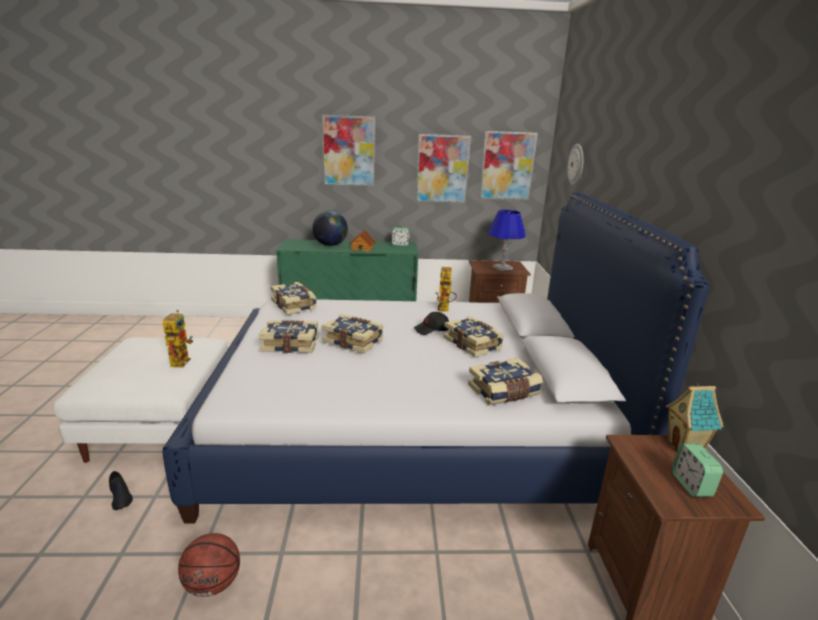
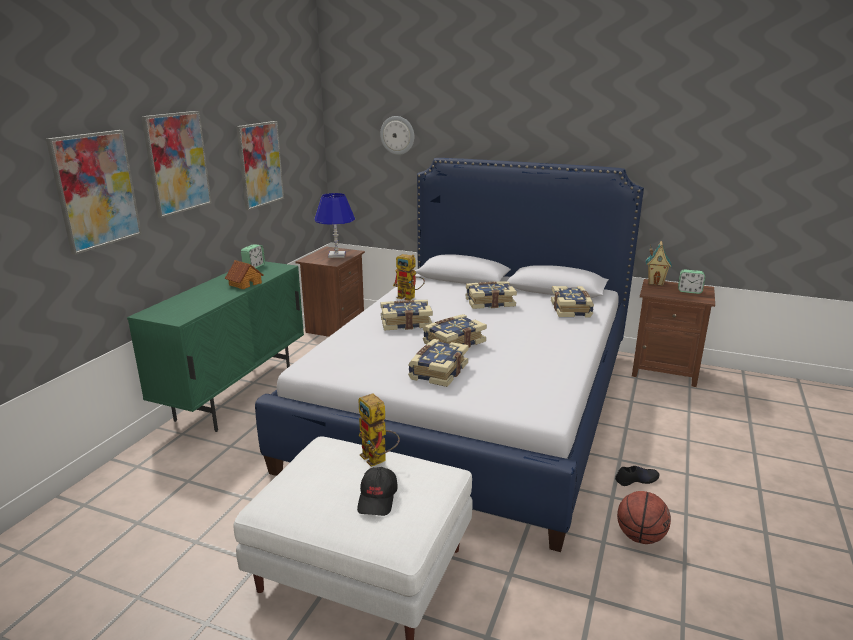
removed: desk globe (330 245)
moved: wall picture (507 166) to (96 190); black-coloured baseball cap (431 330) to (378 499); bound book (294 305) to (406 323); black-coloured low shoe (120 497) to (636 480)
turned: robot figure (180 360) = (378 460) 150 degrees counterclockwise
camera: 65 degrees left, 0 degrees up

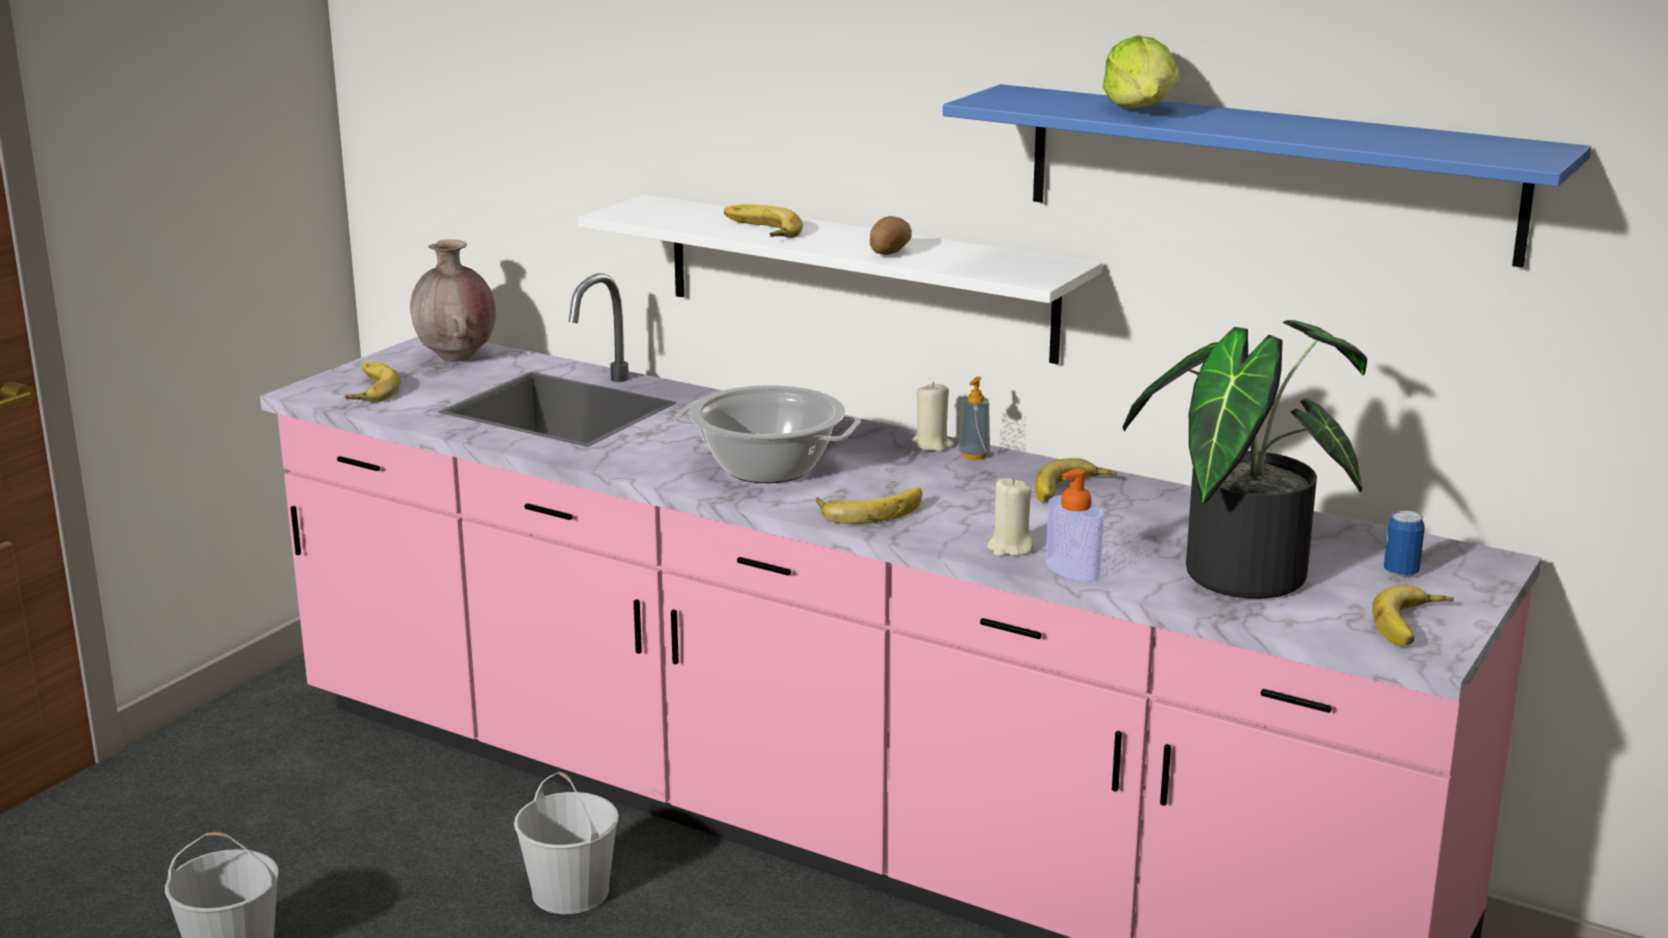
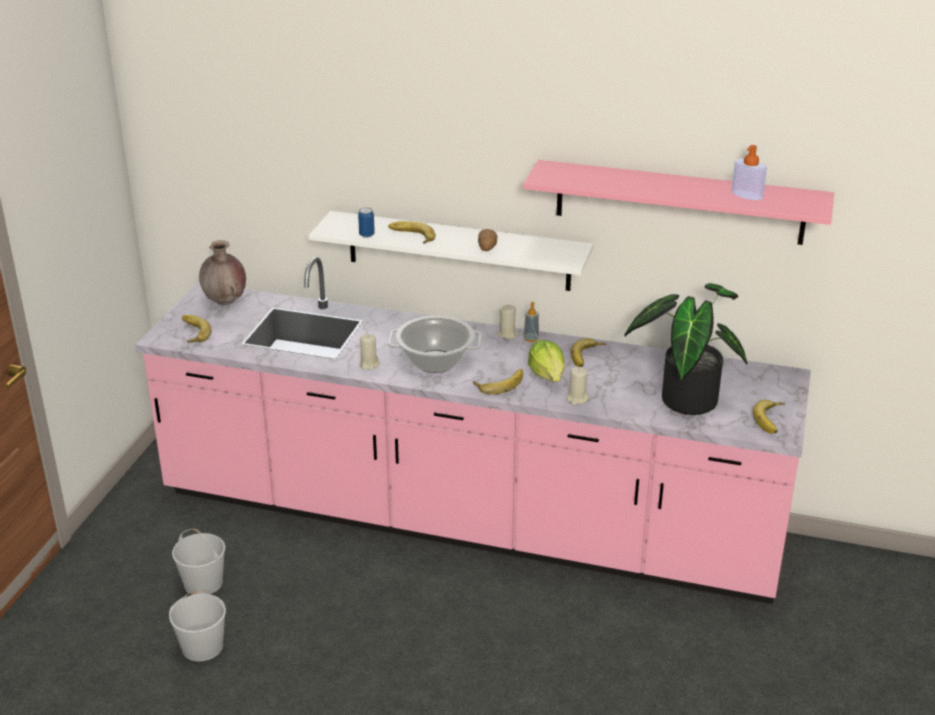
added: beige wax candle (369 364)
moved: whitish water bucket (572 892) to (204 583); metal can (1400 573) to (366 235); lettuce (1142 110) to (548 375); soap dispenser (1072 569) to (747 195)
recoloured: blue wall shelf (1268 172) to pinkish wall shelf (679 202)
camera: 15 degrees left, 10 degrees up

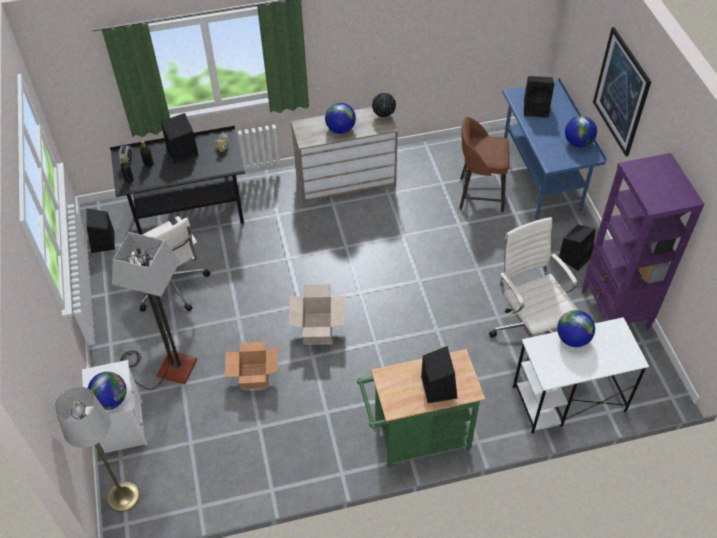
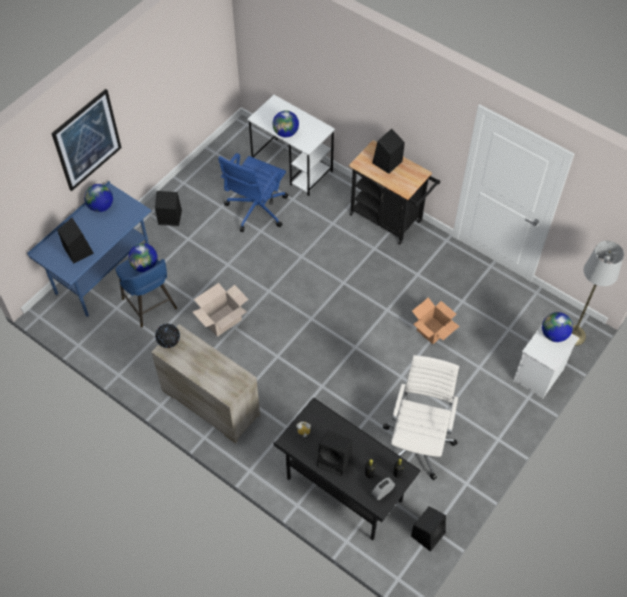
removed: standing lamp (166 368); purple-coloured bookshelf (615 310)
moved: desk globe (340 129) to (145 266); carton (317 328) to (222 320)
recoloured: brown stool seat (479 194) to blue stool seat (150 305); whitish desk chair (530 329) to blue desk chair (255 210); green-coloured wheeled cart (416 439) to black-coloured wheeled cart (389 220)
camera: 130 degrees left, 5 degrees up

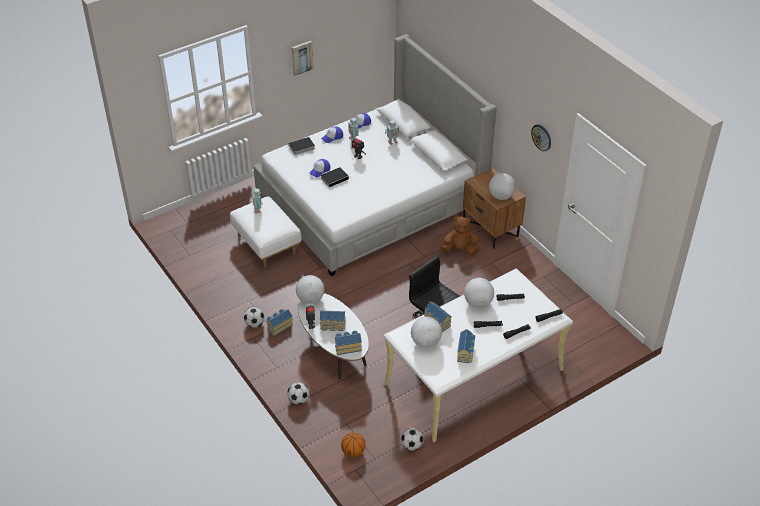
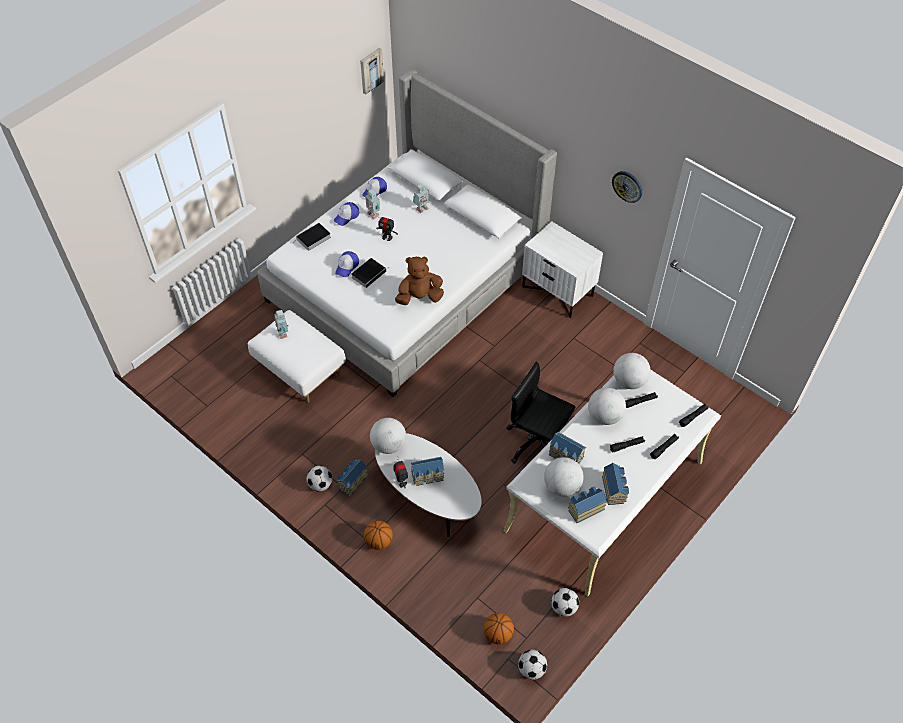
added: basketball ball (379 541)
moved: wall picture (301 57) to (370 70); brown plush toy (460 250) to (419 297); football ball (298 400) to (531 669); miniature house (347 347) to (585 508); desk globe (501 196) to (629 381)
recoloured: brown nightstand (491 228) to whitish nightstand (558 291)
camera: 15 degrees left, 10 degrees up

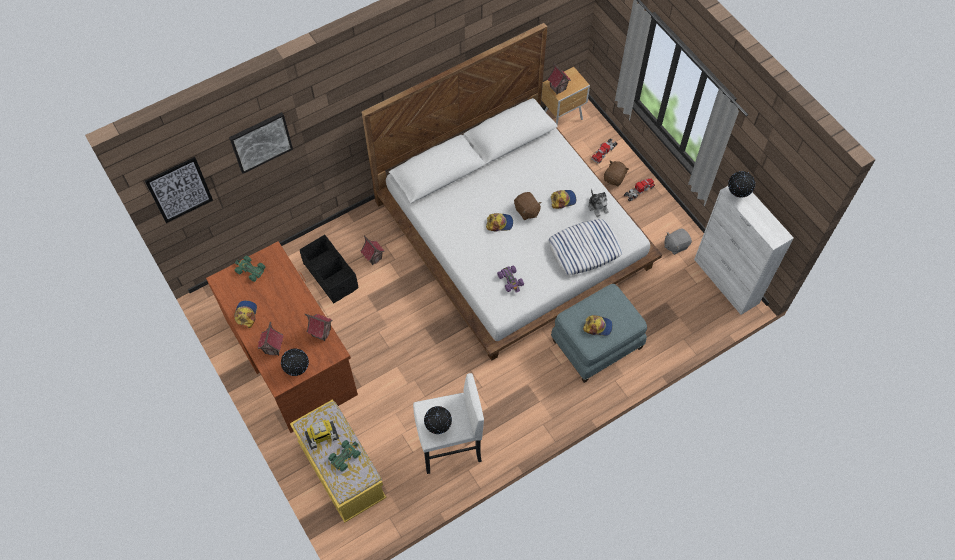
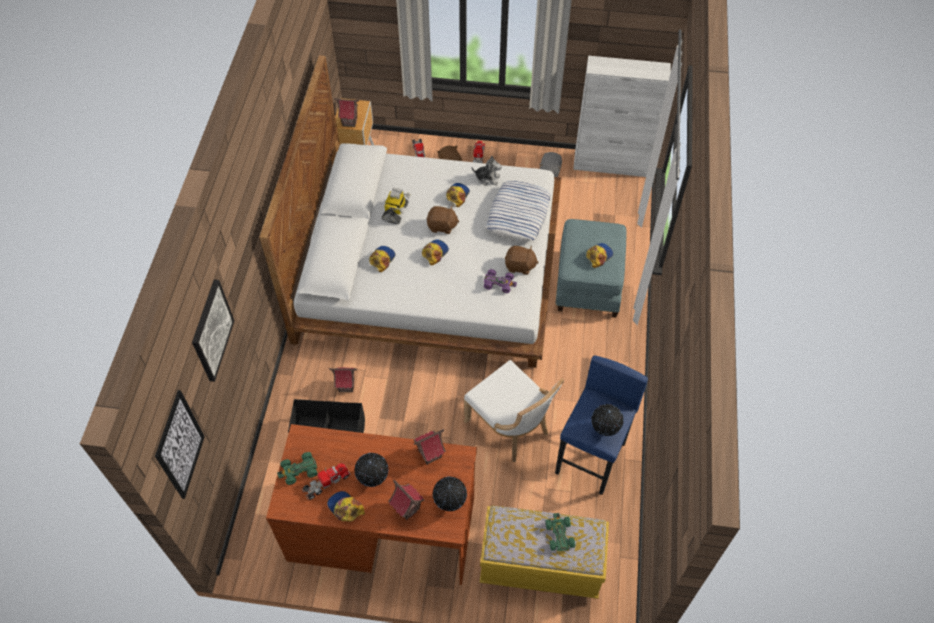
added: model truck (326 483); baseball cap (382 259); whitish upright chair (510 427); brown plush toy (520 266)
moved: desk globe (737 193) to (373 478); robot figure (322 437) to (396 212)
recoloured: whitish stool seat (450 447) to blue stool seat (591 458)
camera: 50 degrees left, 5 degrees down

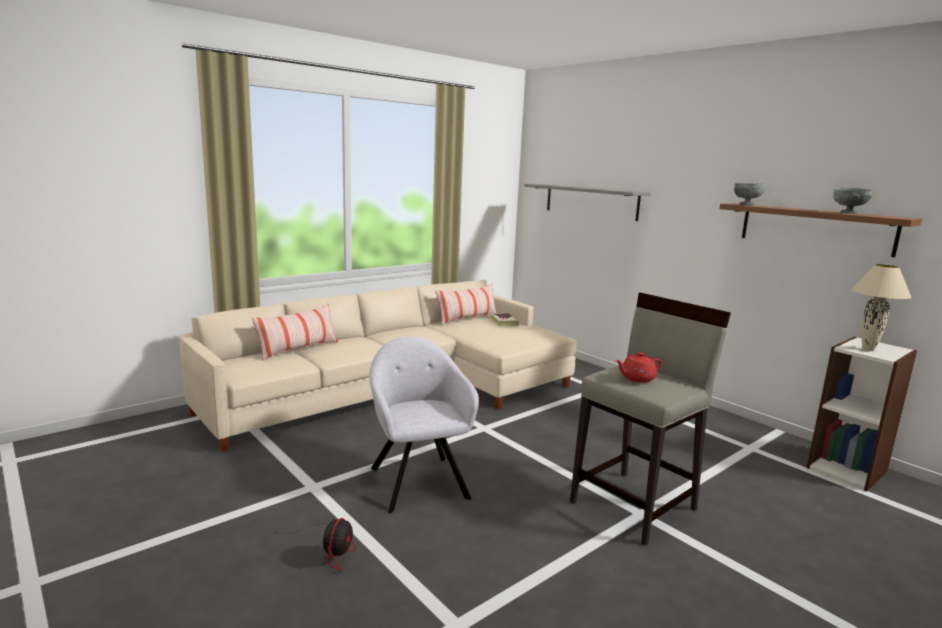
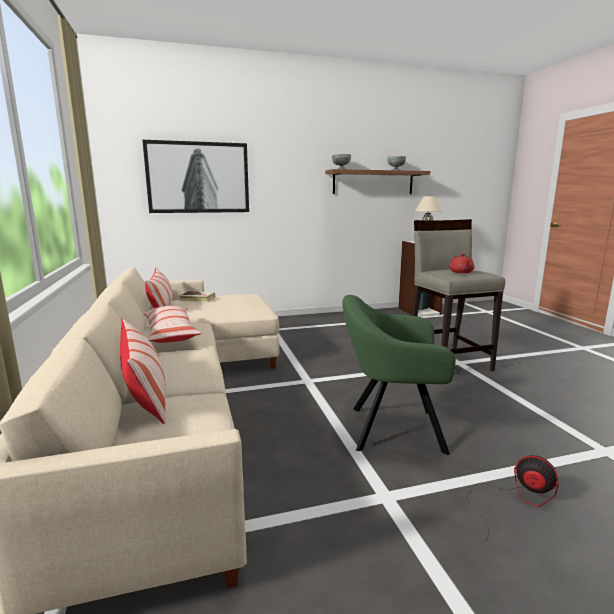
added: pillow (170 333)
replaced: grey wall shelf (590 201) to wall picture (198 177)
recoloured: grey easy chair (417 480) to green-coloured easy chair (391 429)
camera: 65 degrees left, 0 degrees up

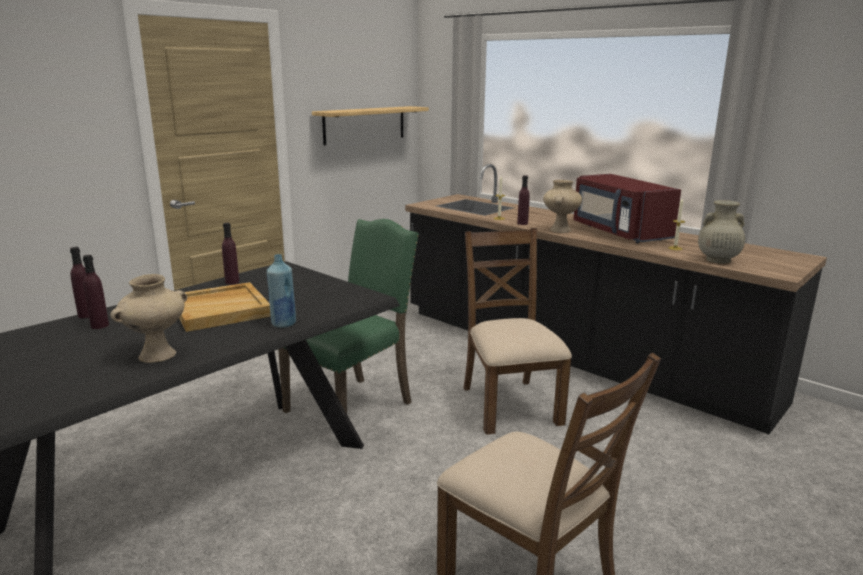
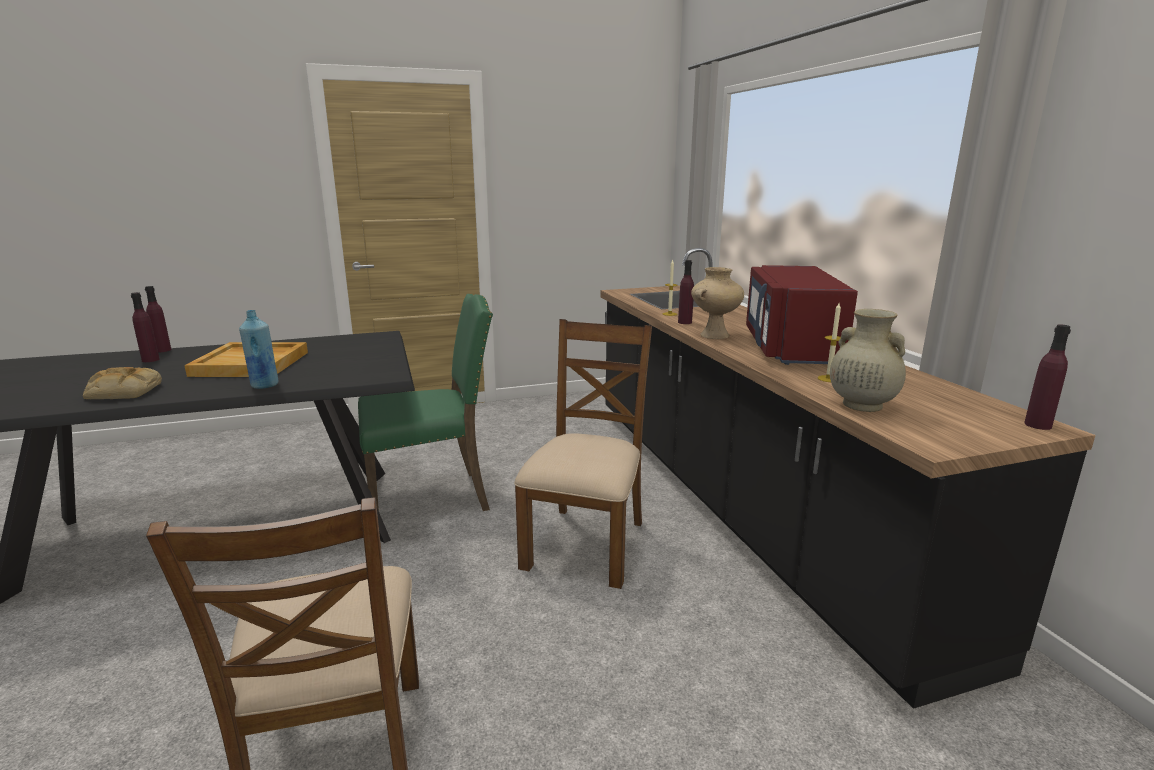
removed: wall shelf (364 125)
moved: purple-coloured drink bottle (232 282) to (1037 425)
replaced: beige decorative vase (157 356) to baked bread (123 392)
camera: 30 degrees right, 0 degrees up

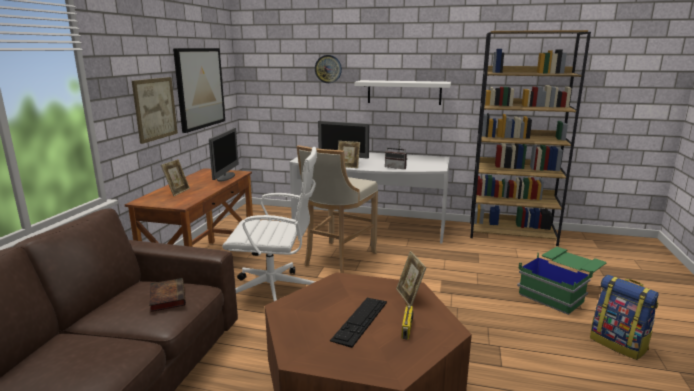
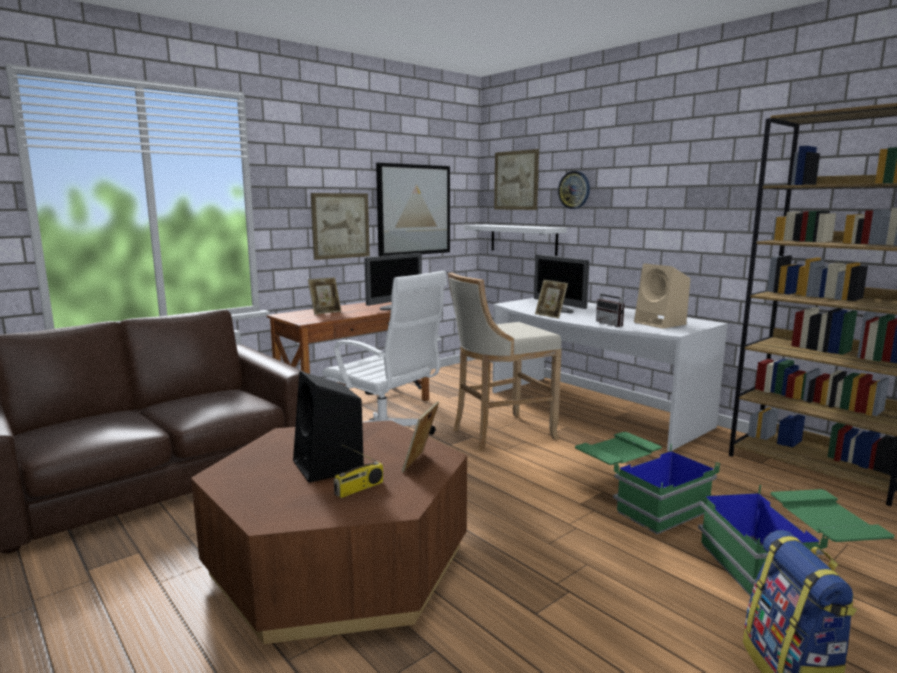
removed: bound book (167 297)
added: wall picture (516 180); green-coloured storage container (639 500); beige audio speaker (661 323)
moved: whitish wall shelf (404 92) to (523 239)
replaced: PC keyboard (360 320) to black-coloured audio speaker (329 466)
camera: 35 degrees right, 5 degrees down

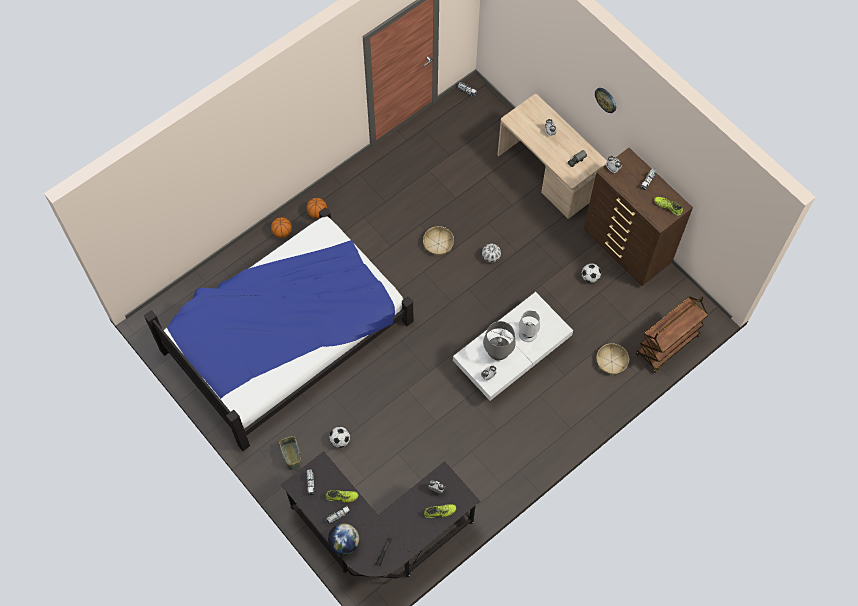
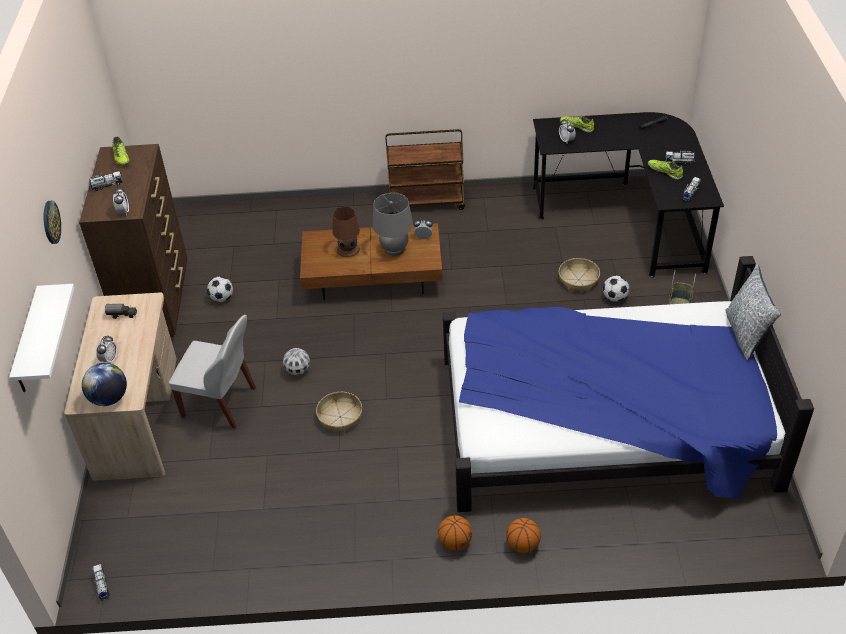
added: whitish wall shelf (28 342); whitish upright chair (221 403); pillow (746 334)
moved: desk globe (344 543) to (109 398); brown wheeled cart (667 346) to (426 202); storage basket (611 361) to (578 279)
recoloured: whitish lounge table (511 354) to brown lounge table (372 278); whitish tabletop lamp (527 333) to brown tabletop lamp (348 249)
camera: 140 degrees left, 20 degrees down

